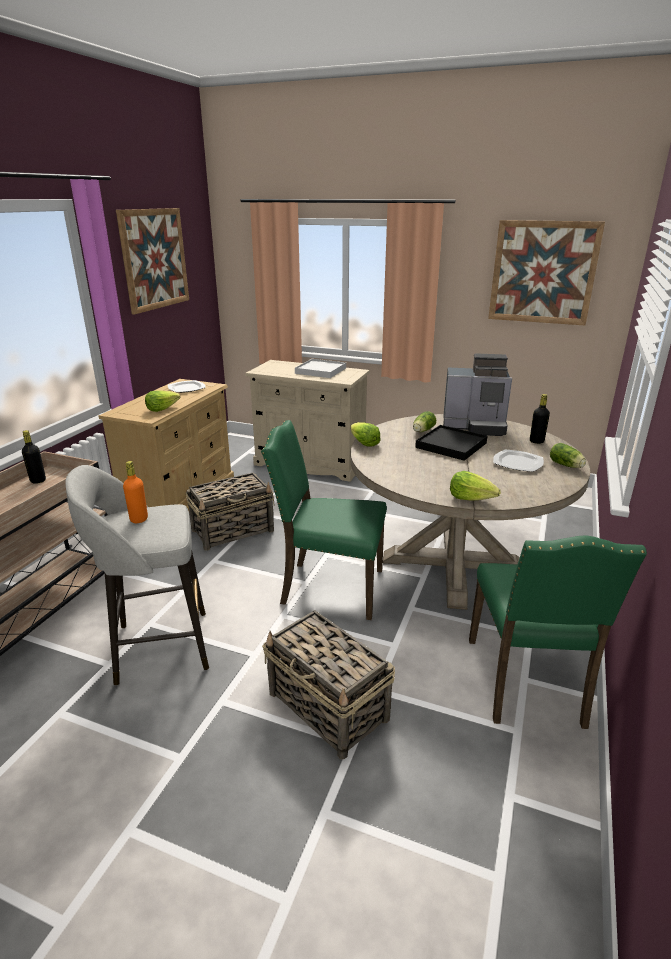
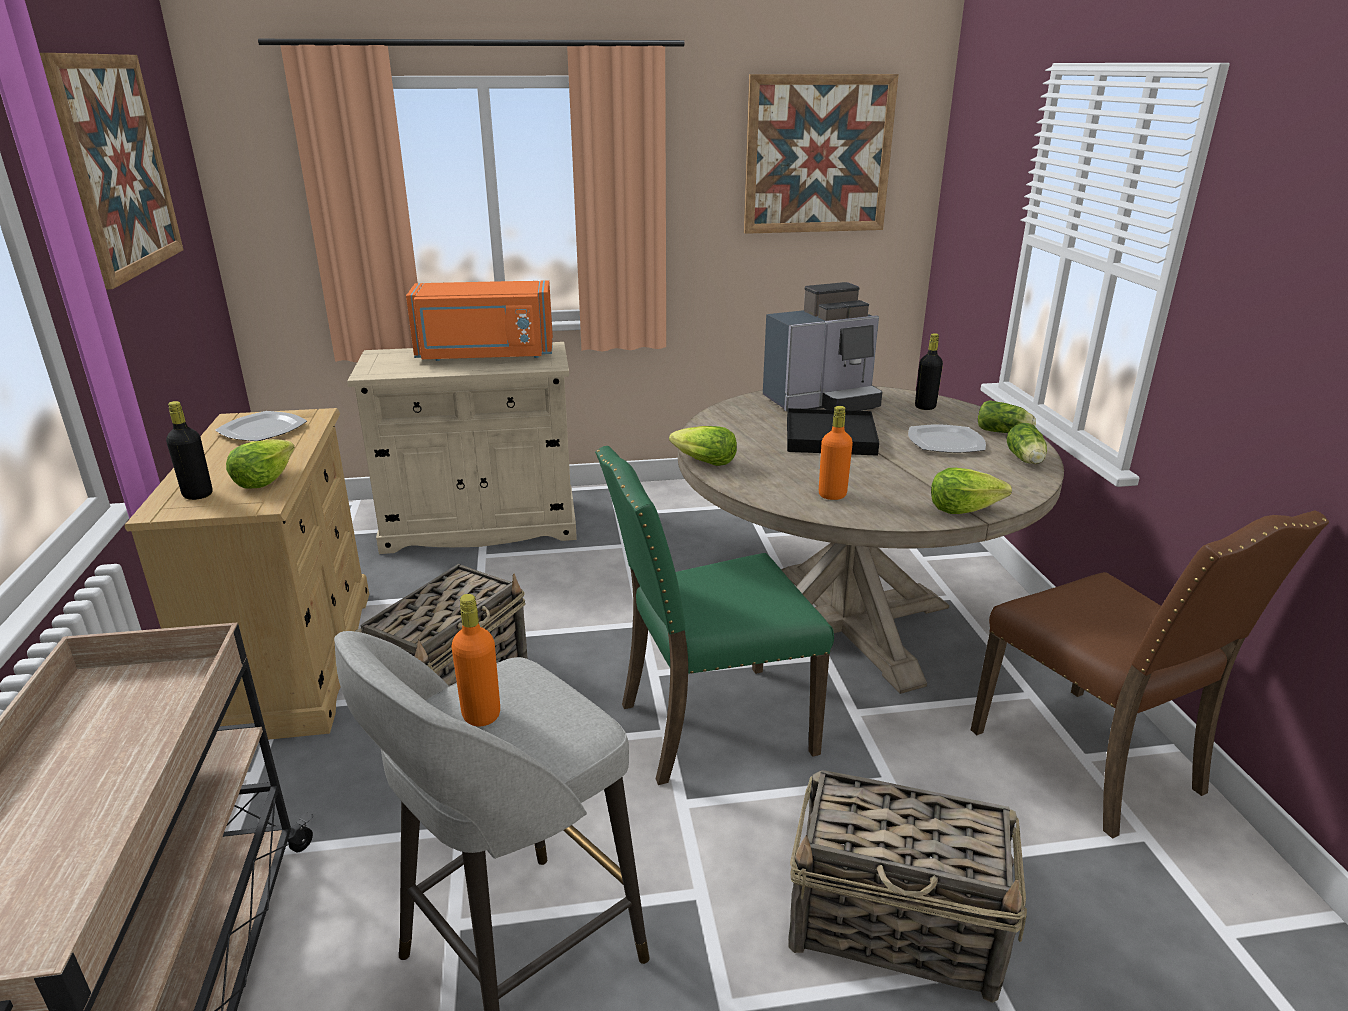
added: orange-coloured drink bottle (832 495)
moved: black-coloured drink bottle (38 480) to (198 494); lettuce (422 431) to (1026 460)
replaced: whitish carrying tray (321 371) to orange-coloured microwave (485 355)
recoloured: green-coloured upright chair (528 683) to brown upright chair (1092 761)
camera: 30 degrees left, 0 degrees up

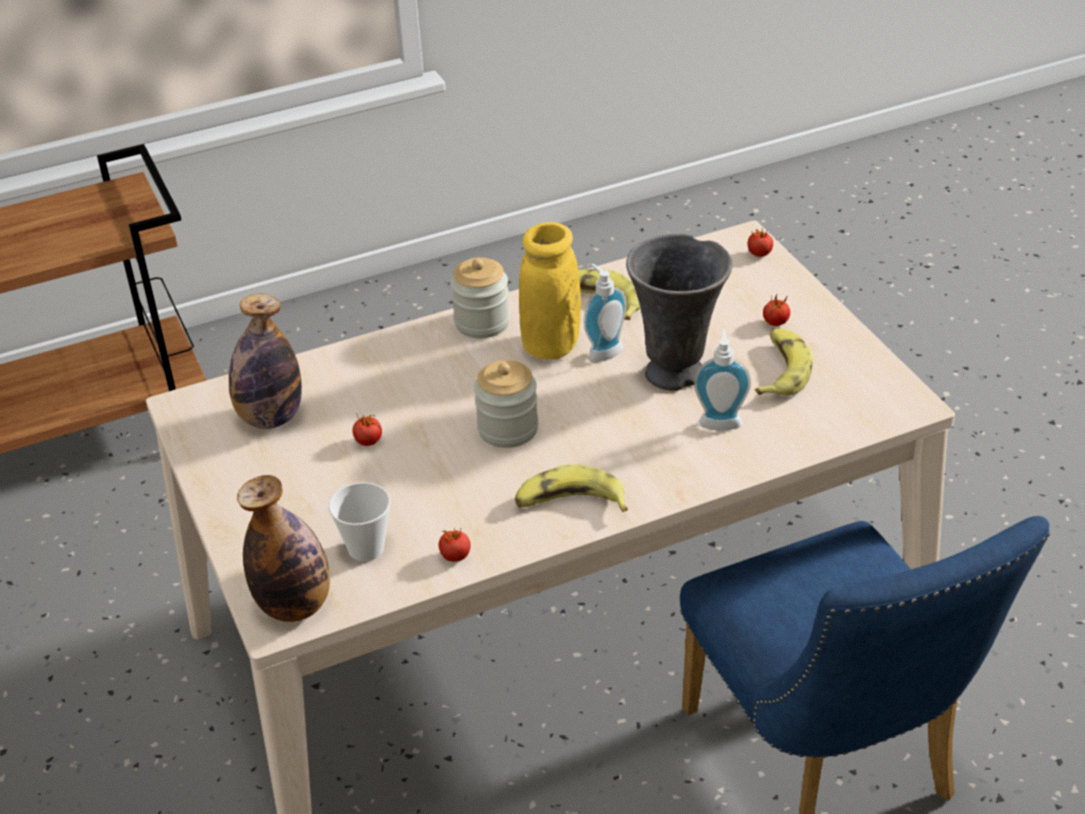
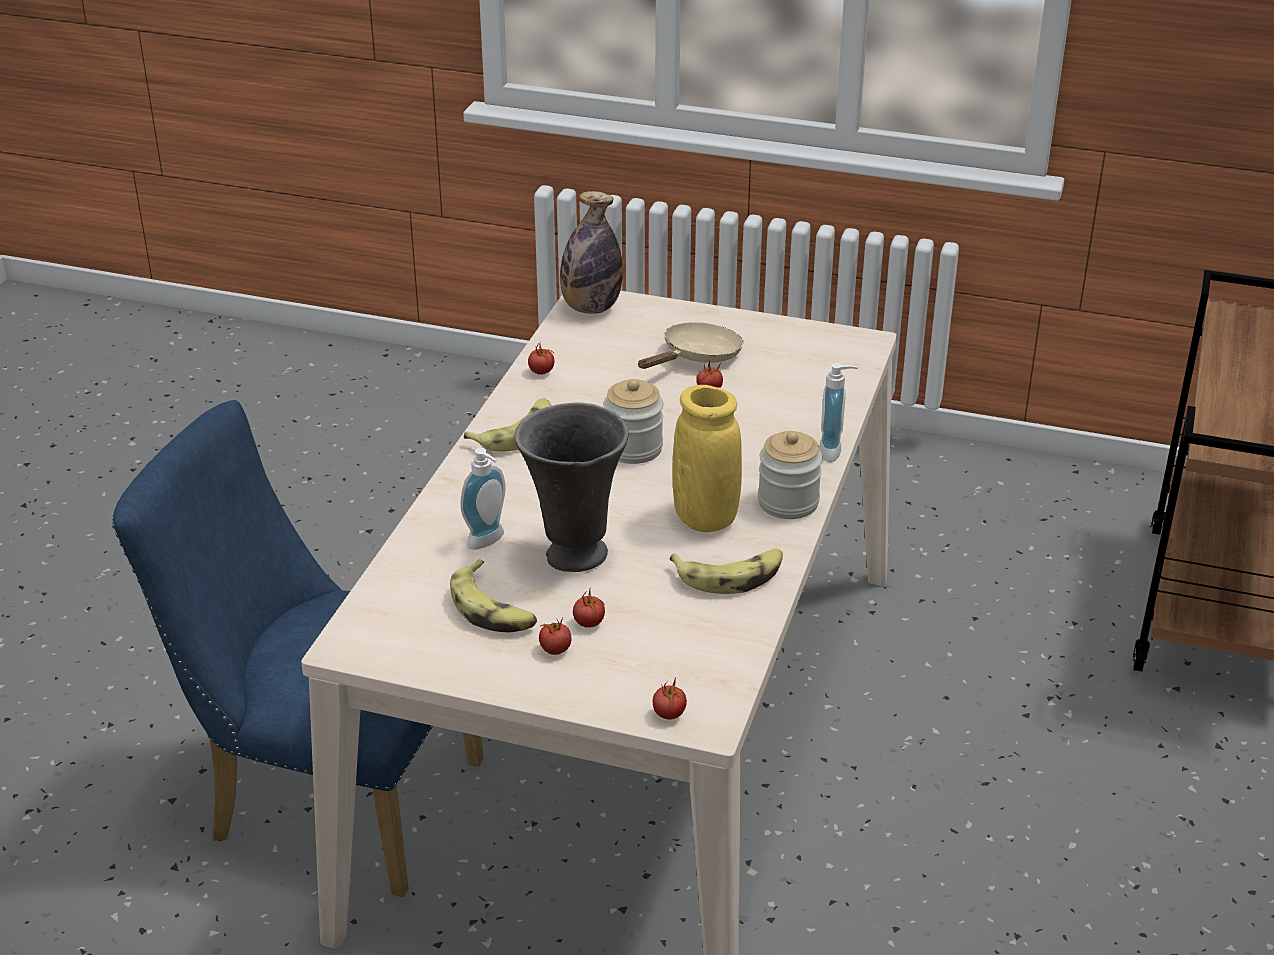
removed: drink bottle (270 418); cup (366 549)
added: whole tomato (589 623); beige frying pan (697 357)
moved: soap dispenser (602 351) to (835 451)
camera: 130 degrees right, 5 degrees down

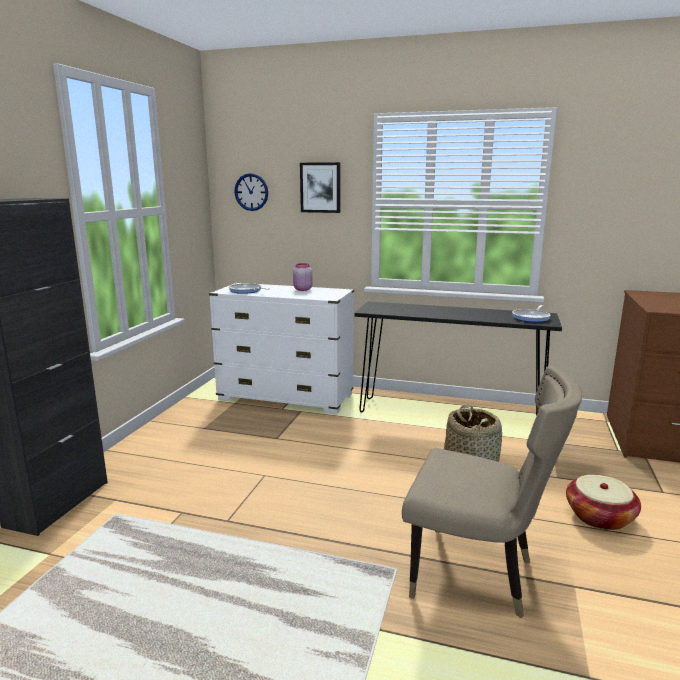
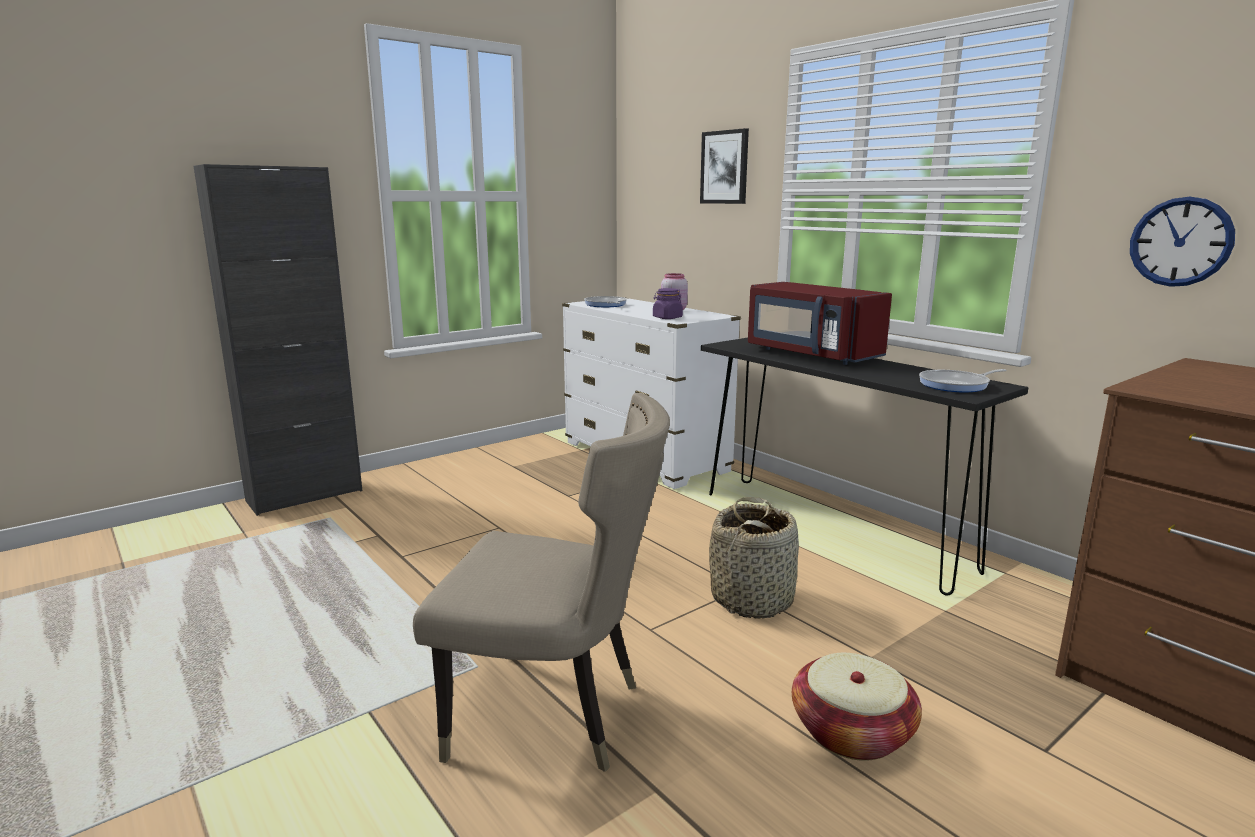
added: purple-coloured storage jar (667 318); red-coloured microwave (810 354)
moved: wall clock (251 192) to (1180 242)
turned: beige upright chair (477 575) = (554 715) 45 degrees counterclockwise
camera: 35 degrees right, 0 degrees up

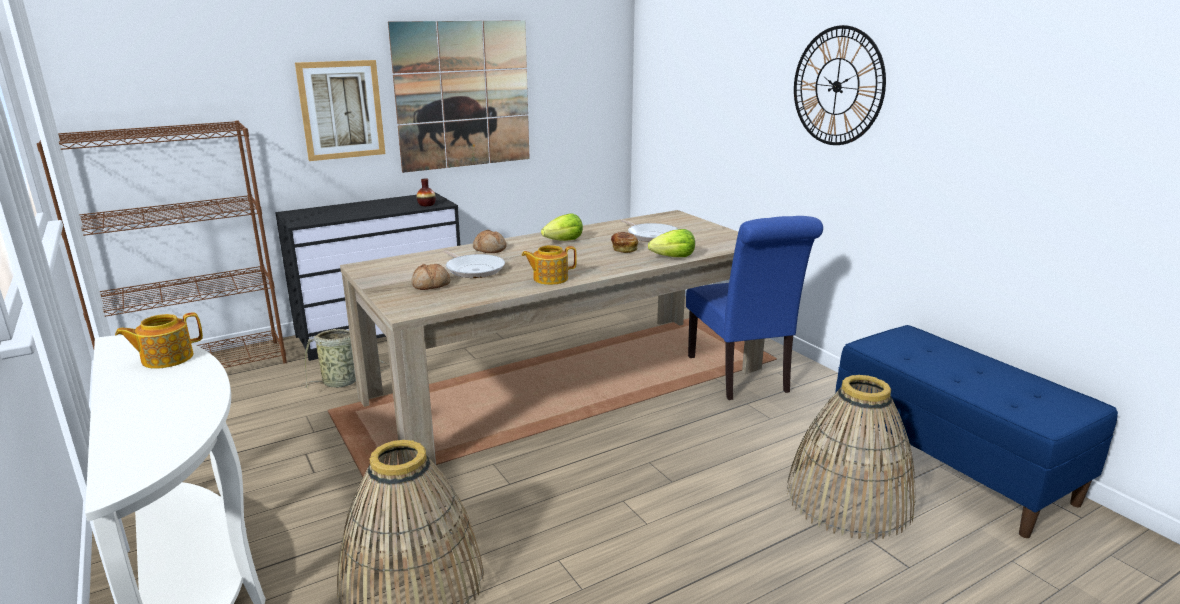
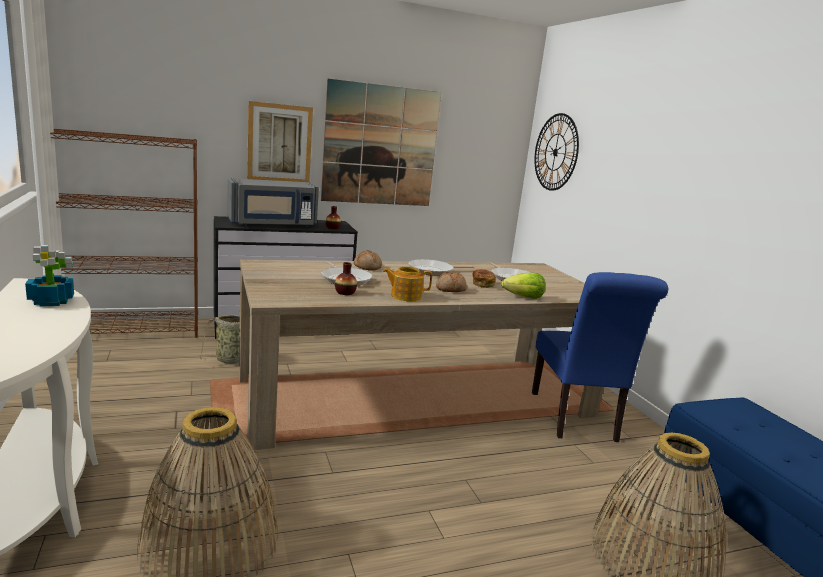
added: grey microwave (273 224); decorative vase (345 292)
moved: baked bread (431 285) to (450 289); wall clock (837 86) to (555 152)
replaced: teapot (166 358) to plant in a pot (52 301); lettuce (564 241) to frying pan (433 271)
camera: 10 degrees right, 5 degrees down

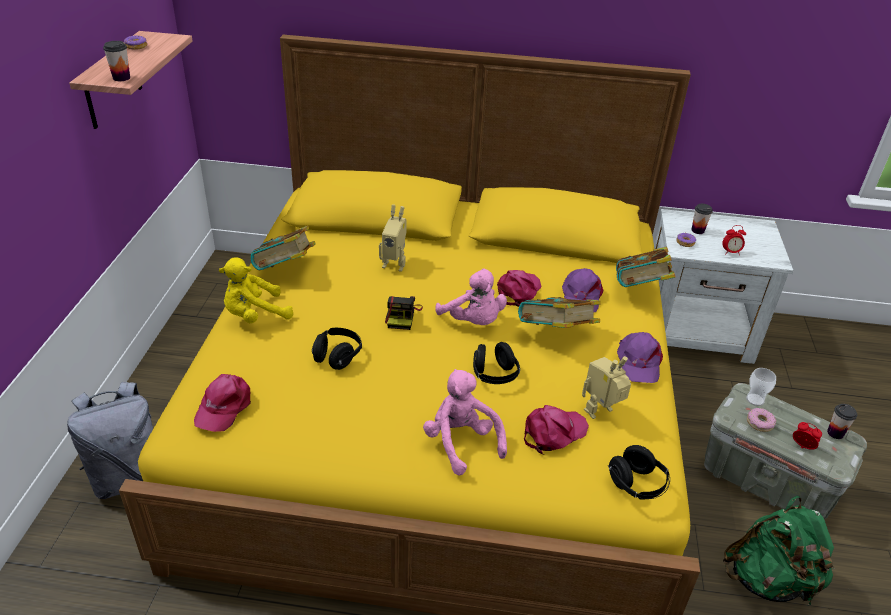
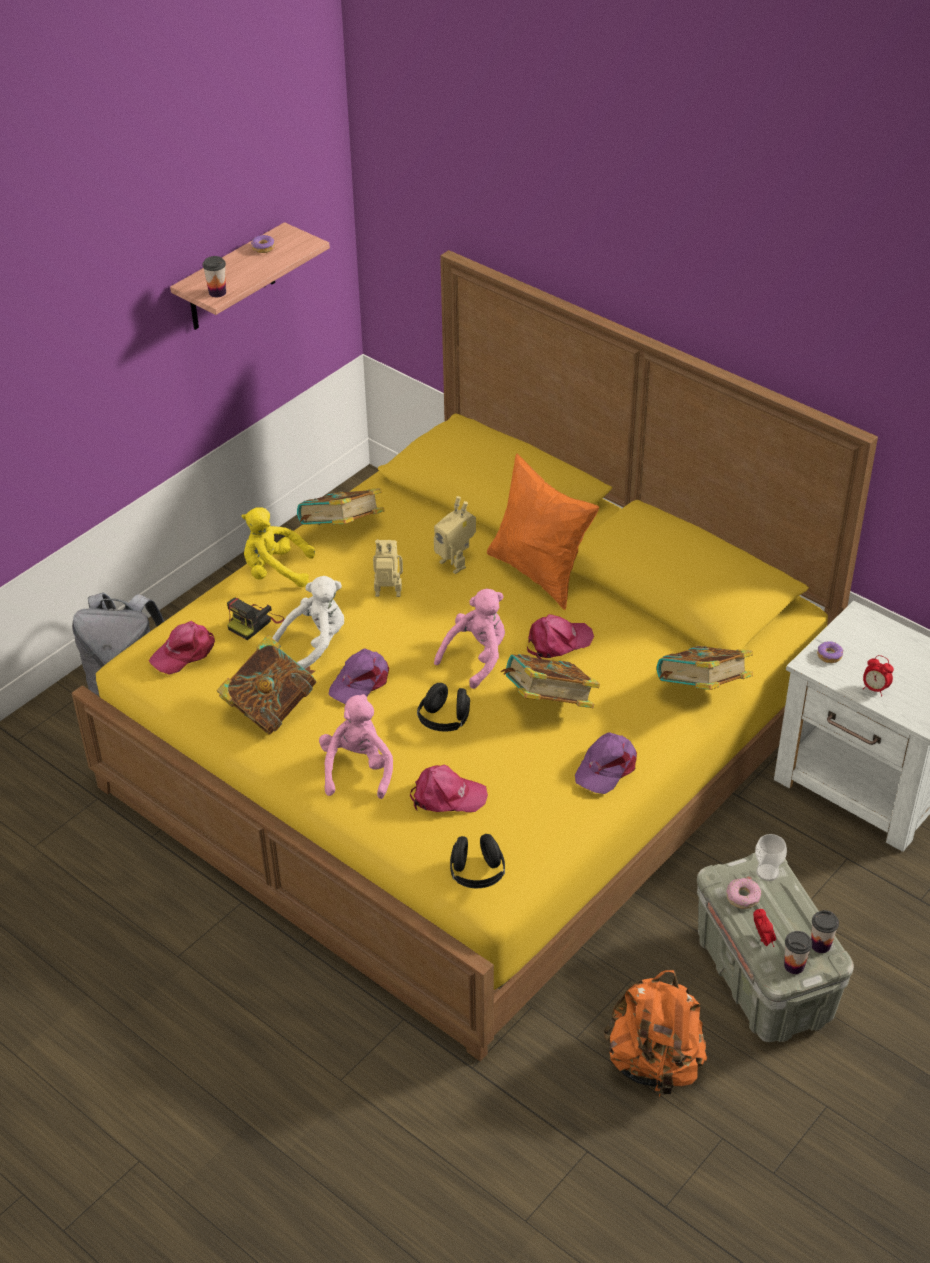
added: bound book (271 708); orange-coloured pillow (539 573)
moved: photo camera (402 316) to (255 623); purple-coloured baseball cap (581 296) to (361 681); robot figure (601 413) to (388 595); cup (697 230) to (794 966)
replaced: black-coloured headset (337 356) to whitish plush toy (316 643)
recoloured: green-coloured rucksack (769 580) to orange-coloured rucksack (655 1063)
turned: pinkish plush toy (473 322) = (477 658) 135 degrees counterclockwise
camera: 35 degrees right, 5 degrees up

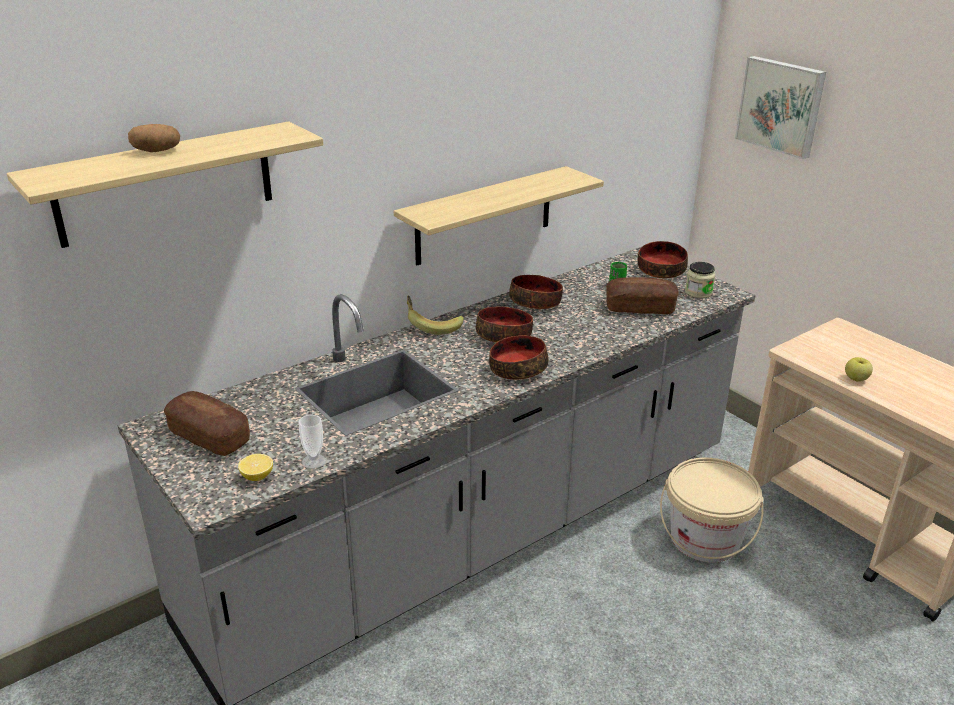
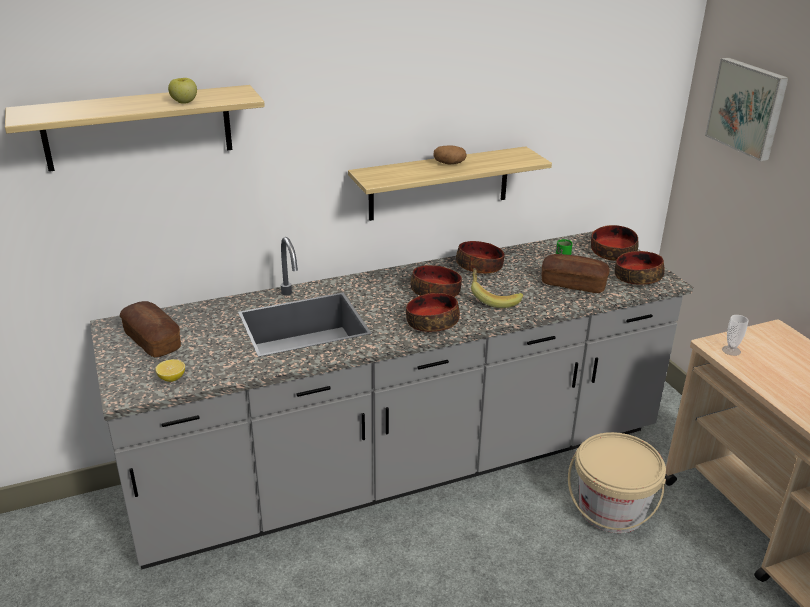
moved: apple fruit (856 379) to (184 102); whole potato (156 151) to (449 163); banana fruit (432 326) to (493 298); cup (314 461) to (731 350)
replaced: storage jar (698 292) to serving bowl (637 277)
camera: 15 degrees right, 0 degrees up

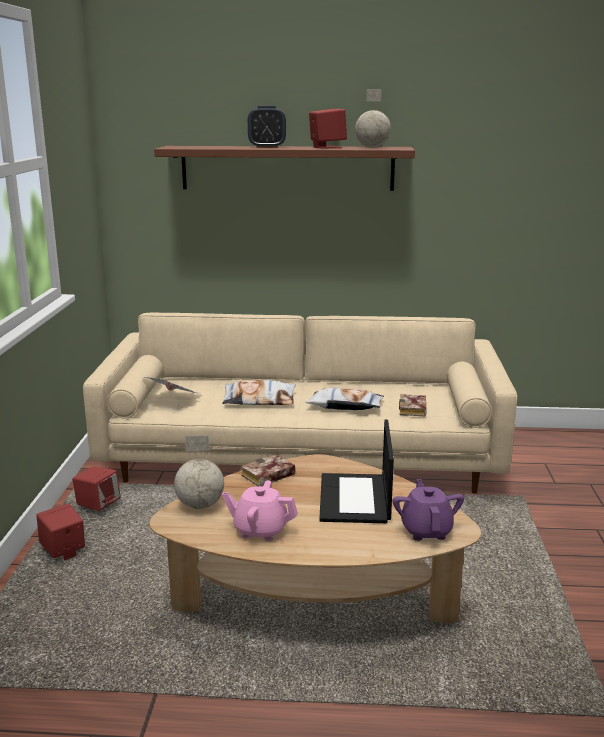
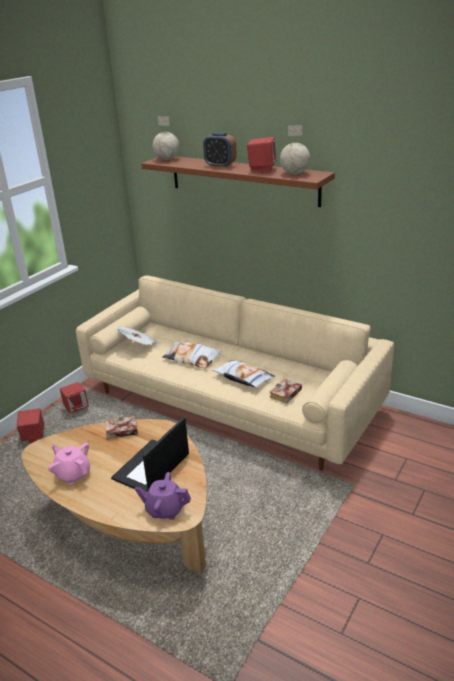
moved: desk globe (199 505) to (167 159)
turned: purple-coloured teapot (426 530) = (165 509) 105 degrees counterclockwise
camera: 30 degrees right, 10 degrees up

